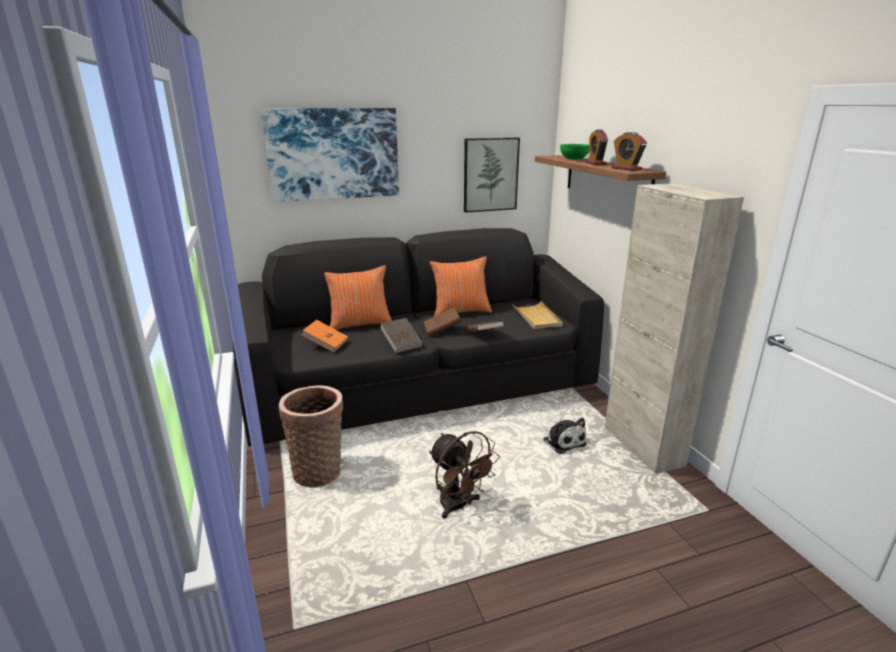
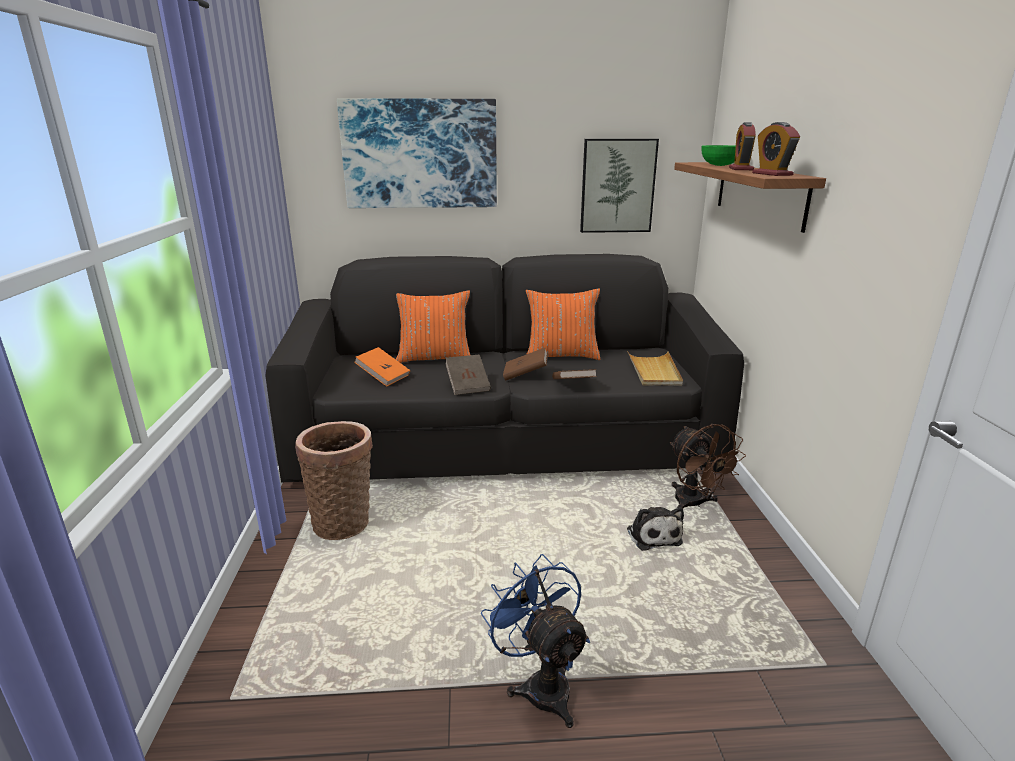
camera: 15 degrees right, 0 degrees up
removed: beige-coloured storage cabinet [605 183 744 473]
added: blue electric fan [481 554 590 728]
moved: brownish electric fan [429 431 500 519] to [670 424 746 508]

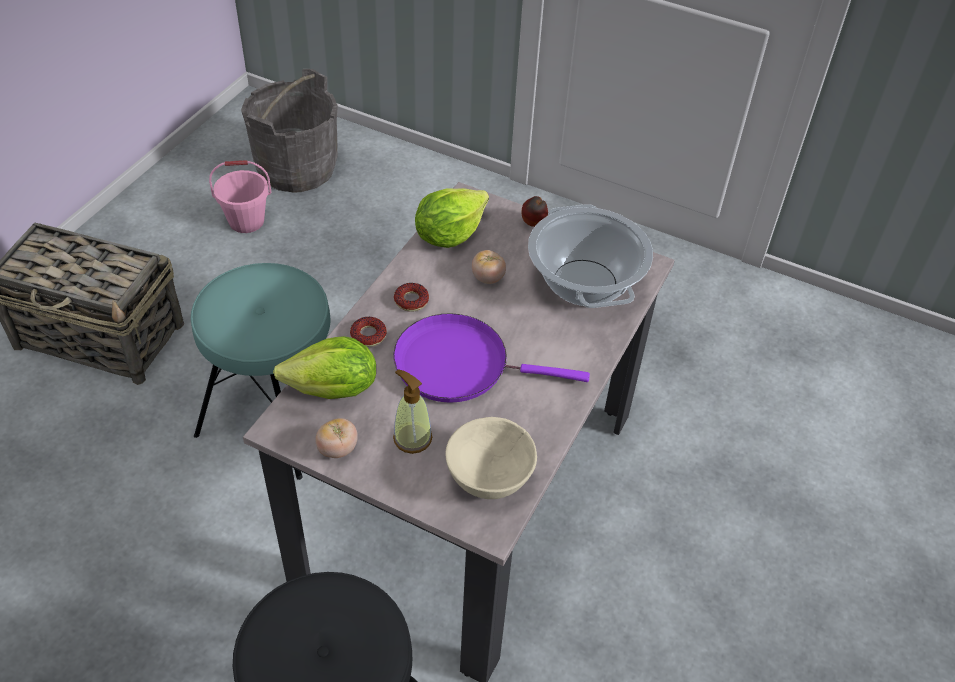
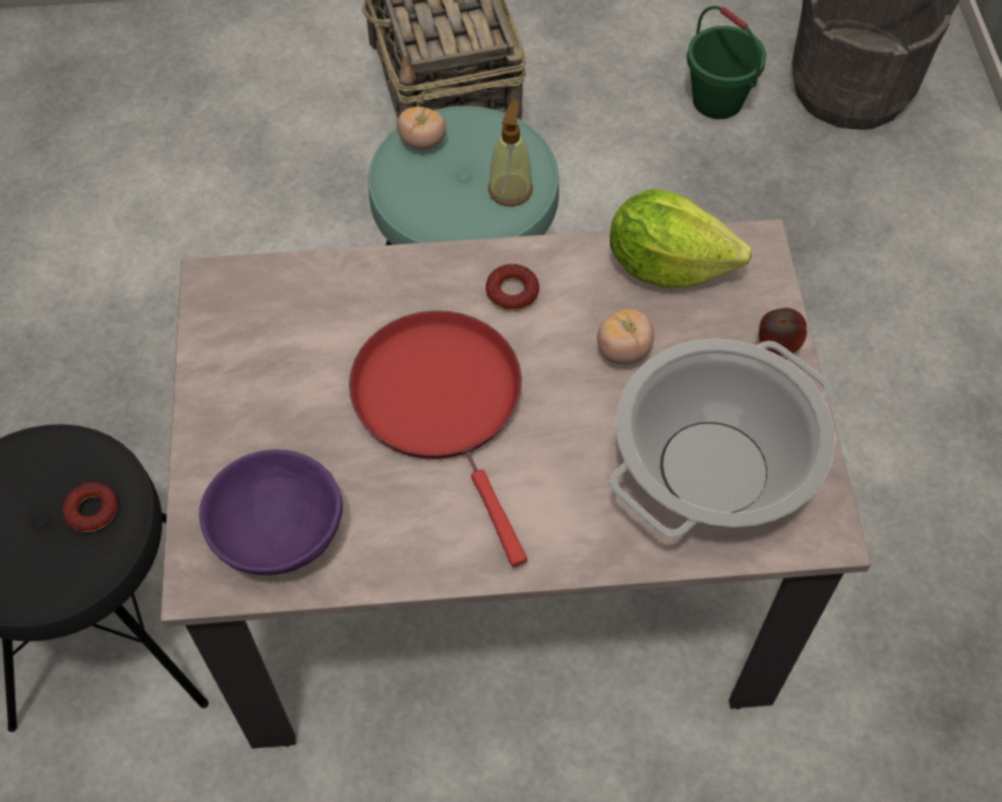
camera: 60 degrees right, 10 degrees up
removed: lettuce [273 336 376 399]
moved: ring doughnut [350 317 387 347] to [63 482 117 532]; fresh tomato [315 418 358 458] to [397 107 446 150]; soap bottle [393 369 432 454] to [488 100 533 206]
recoloured: beige-coloured bowl [445 417 537 499] to purple bowl [199 450 343 575]; purple frying pan [393 313 590 403] to reddish frying pan [349 311 527 567]; pinkish pail [209 160 271 233] to greenish pail [687 6 767 119]

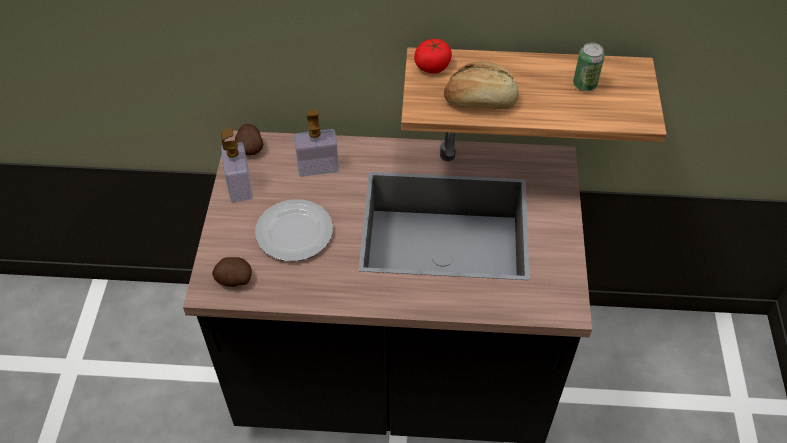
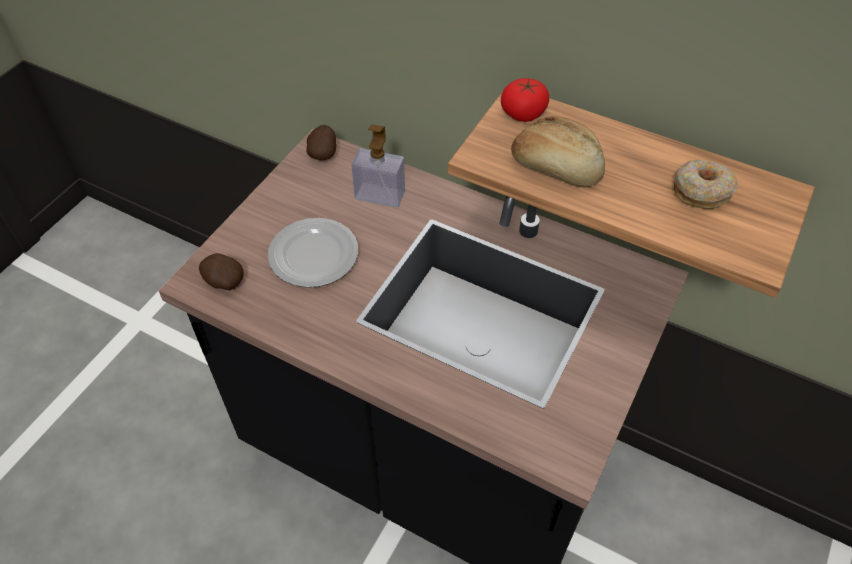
camera: 25 degrees right, 0 degrees up
removed: soap bottle [221 128 253 202]
replaced: sealed can [573 43 605 91] to ring doughnut [674 160 738 209]

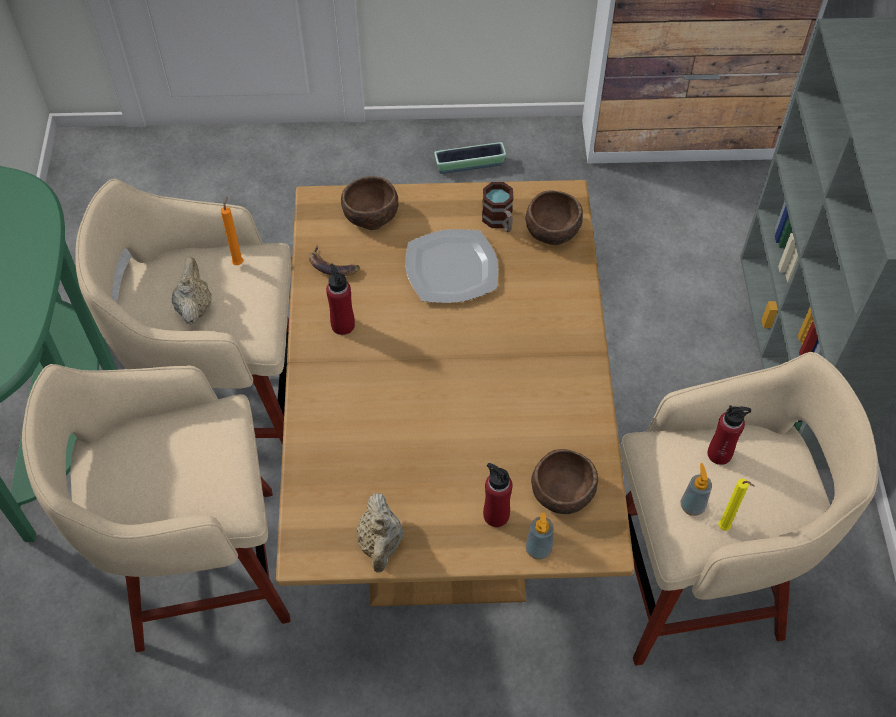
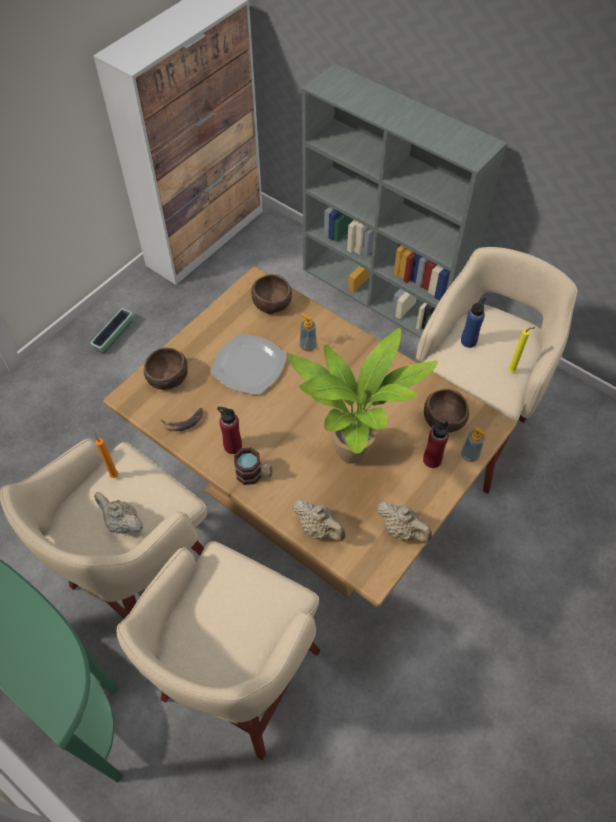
camera: 50 degrees left, 0 degrees up
added: potted plant [287 328 438 464]; beige-coloured teapot [292 500 345 541]
moved: mug [482 182 514 232] to [234 448 272 485]; soap bottle [681 463 712 516] to [300 313 317 351]
recoloured: reddish drink bottle [708 406 751 465] to blue drink bottle [461 297 486 348]

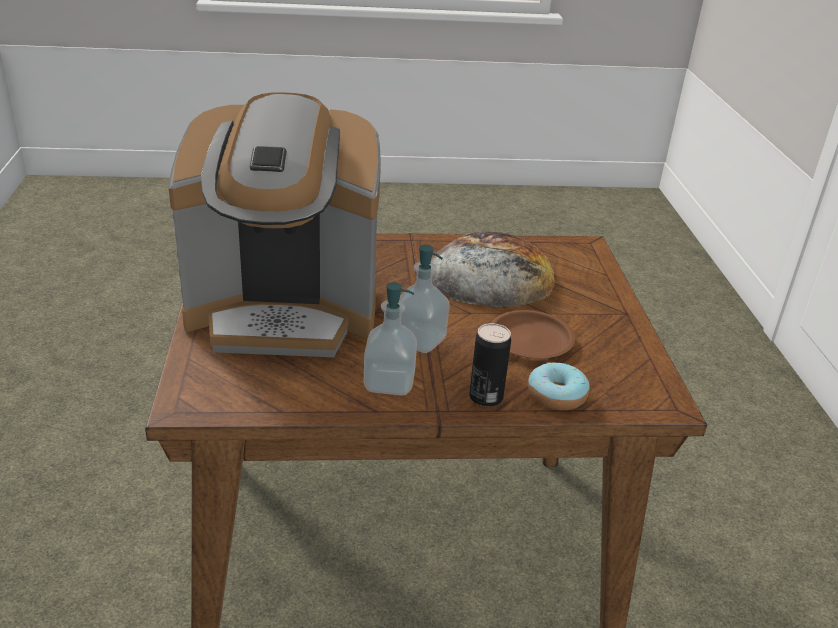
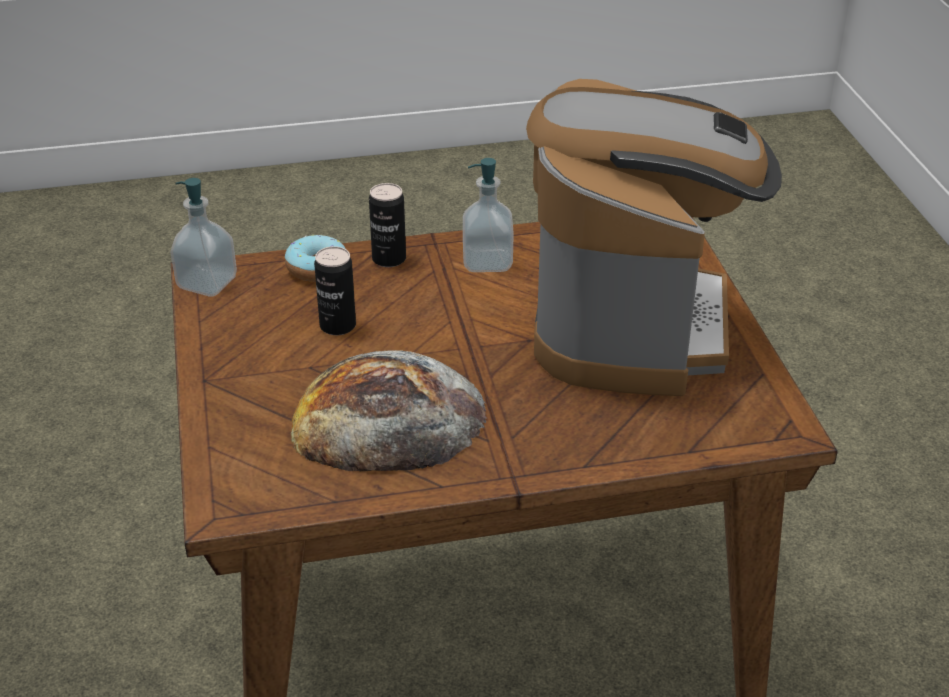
camera: 175 degrees right, 5 degrees up
moved: soap bottle [399 245 450 353] to [170 178 237 297]
replaced: brownish plate [491 310 575 358] to sealed can [314 246 356 335]
turned: coffee maker [168 92 381 357] = [526 79 782 396] 105 degrees clockwise

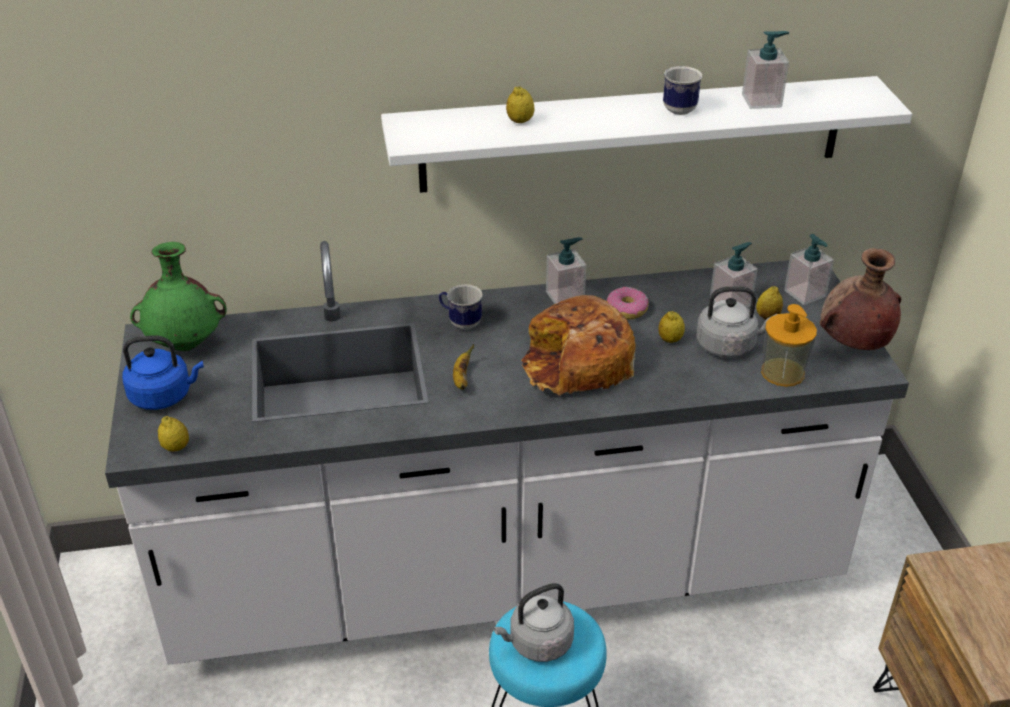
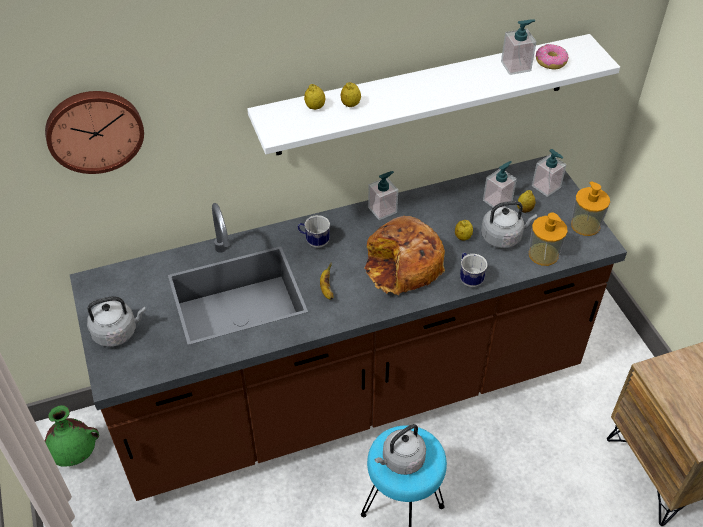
camera: 10 degrees left, 10 degrees up
added: hanging clock [45 91 144 174]
moved: greenish decorative vase [130 242 227 351] to [45 405 99 467]; lemon [158 416 189 452] to [304 84 325 110]; mug [663 66 702 115] to [460 253 487 287]; ring doughnut [607 287 649 320] to [536 44 569 70]
replaced: brownish decorative vase [820 248 901 350] to soap bottle [571 181 610 236]
recoloured: white kitchen counter [105 241 909 665] to brownish kitchen counter [70 156 627 501]; blue tea kettle [122 336 204 410] to grey tea kettle [87 296 146 347]

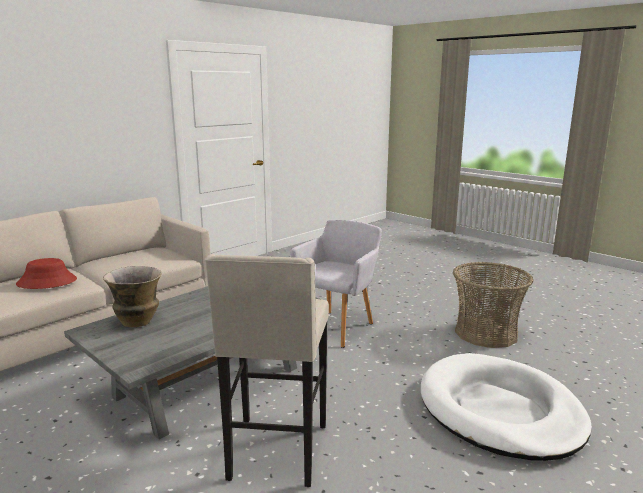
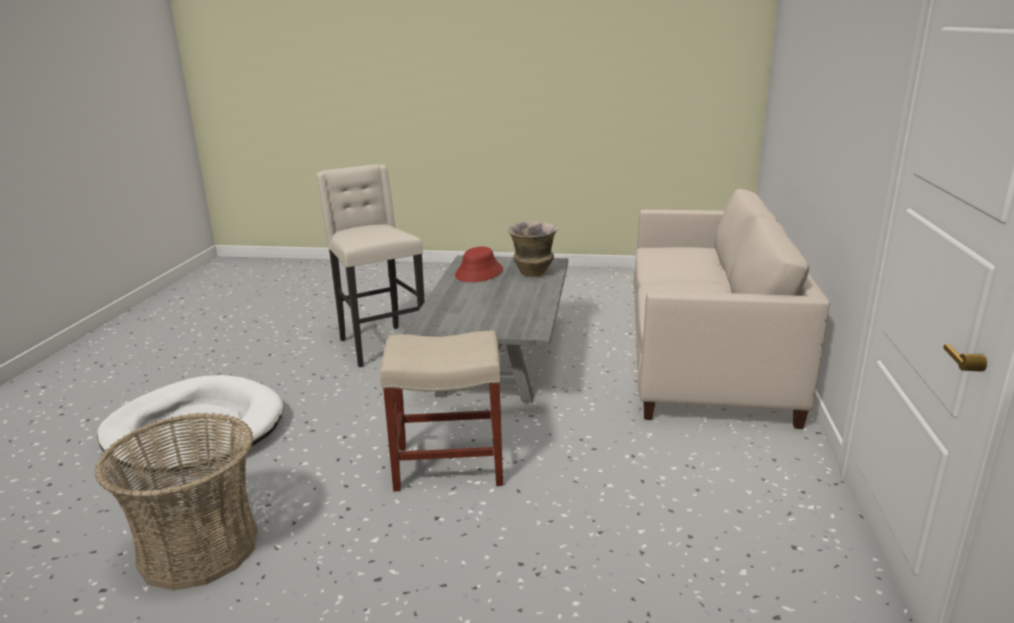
camera: 145 degrees right, 5 degrees up
moved: reddish wearable hat [16 258 77 289] to [455 246 503 282]
replaced: grey lounge chair [290 220 382 348] to beige-coloured sitting stool [380 331 503 491]

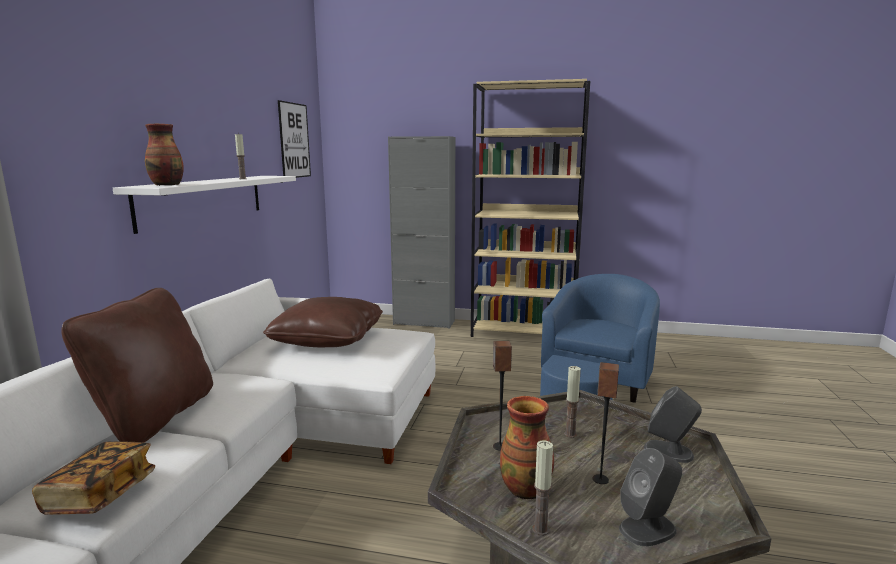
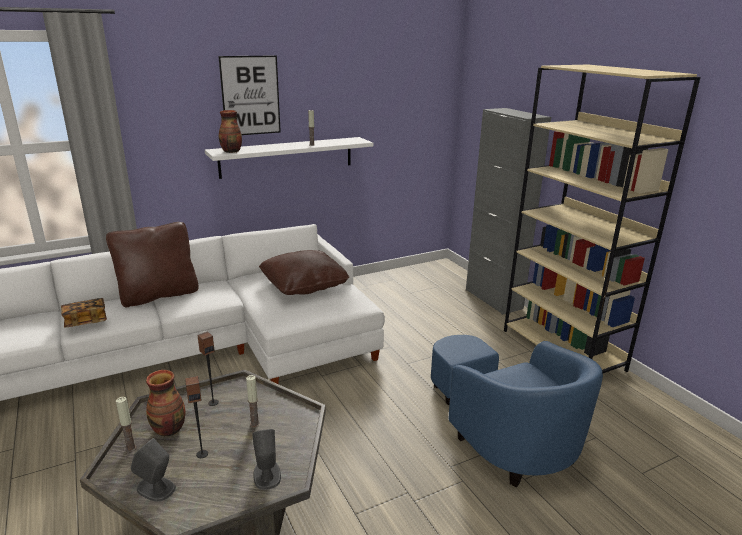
camera: 50 degrees right, 10 degrees up
moved: wall art [278 100 311 178] to [218 56 281 135]
turned: blue lounge chair [540 274 660 403] = [431 335 603 487] 75 degrees clockwise

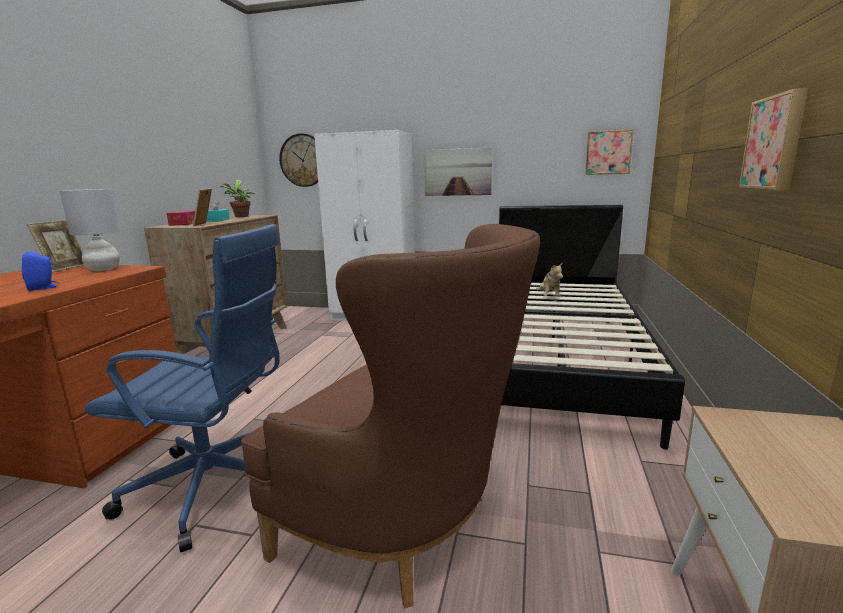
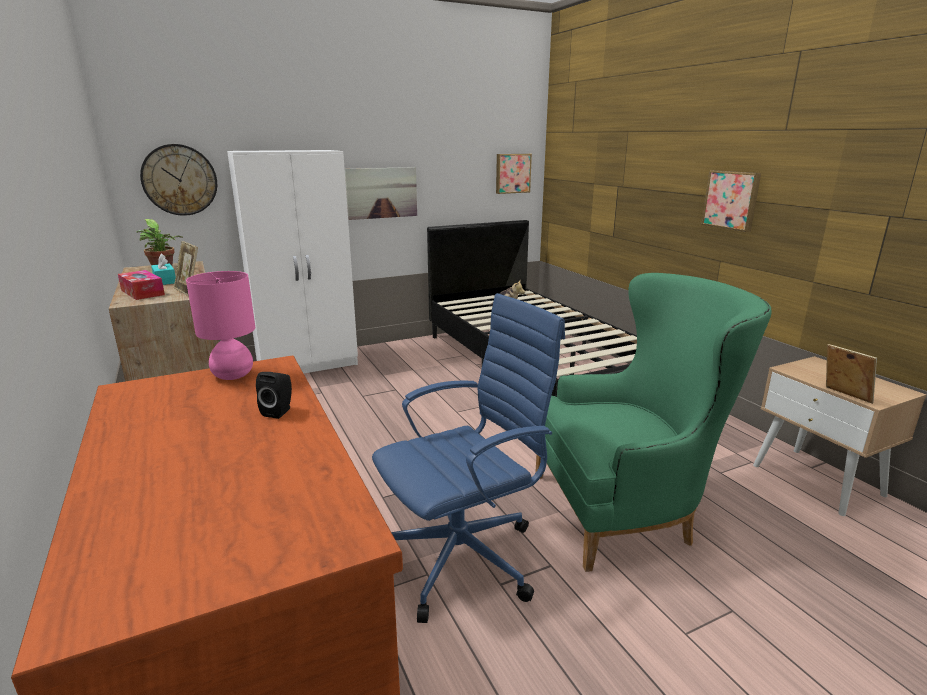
camera: 40 degrees left, 5 degrees up
moved: standing frame [27 220 85 272] to [826 344 877 404]
recoloured: grey table lamp [60 189 121 271] to pinkish table lamp [186 271 255 380]; blue loudspeaker [22 252 59 291] to blackish loudspeaker [256 372 292 419]; brownish lounge chair [240 224 540 608] to greenish lounge chair [535 273 772 572]

